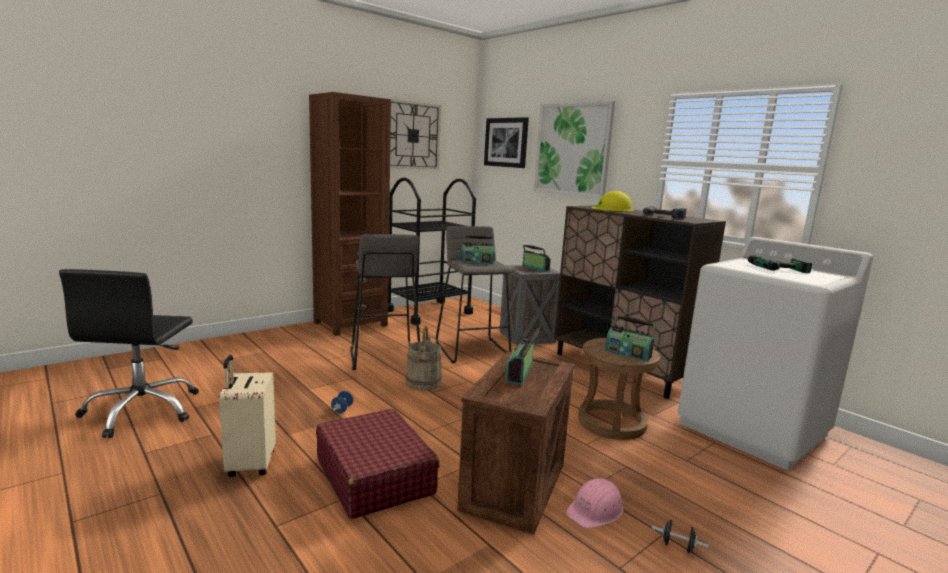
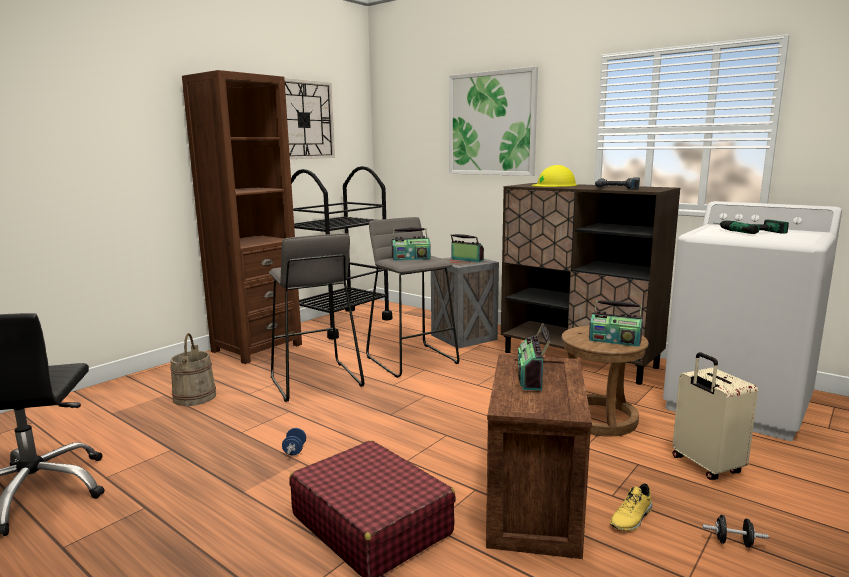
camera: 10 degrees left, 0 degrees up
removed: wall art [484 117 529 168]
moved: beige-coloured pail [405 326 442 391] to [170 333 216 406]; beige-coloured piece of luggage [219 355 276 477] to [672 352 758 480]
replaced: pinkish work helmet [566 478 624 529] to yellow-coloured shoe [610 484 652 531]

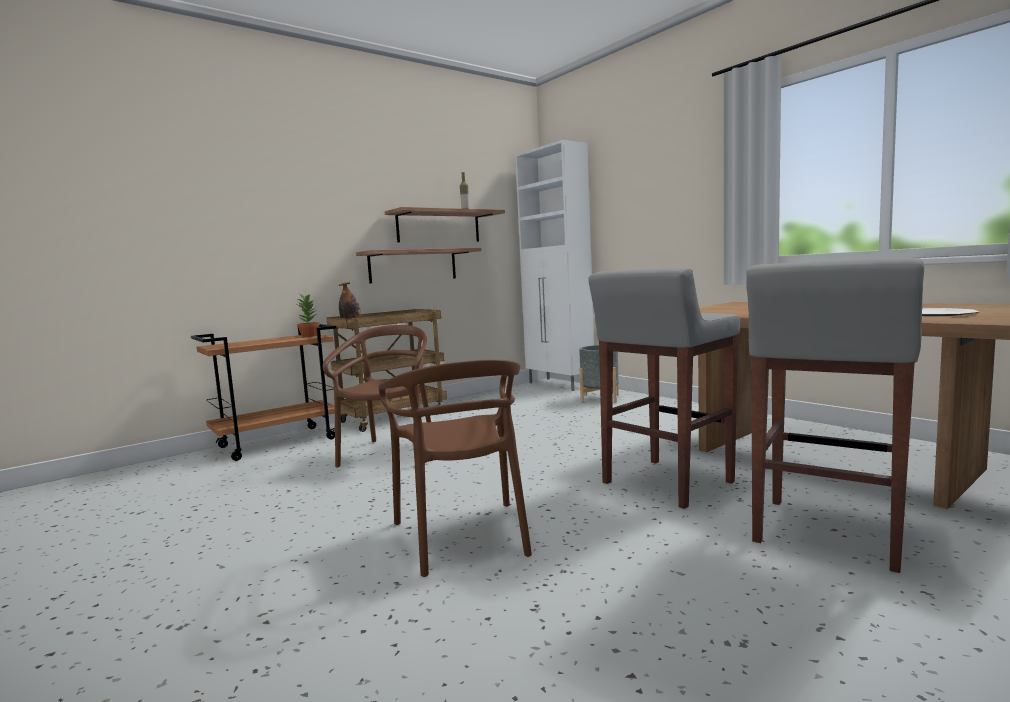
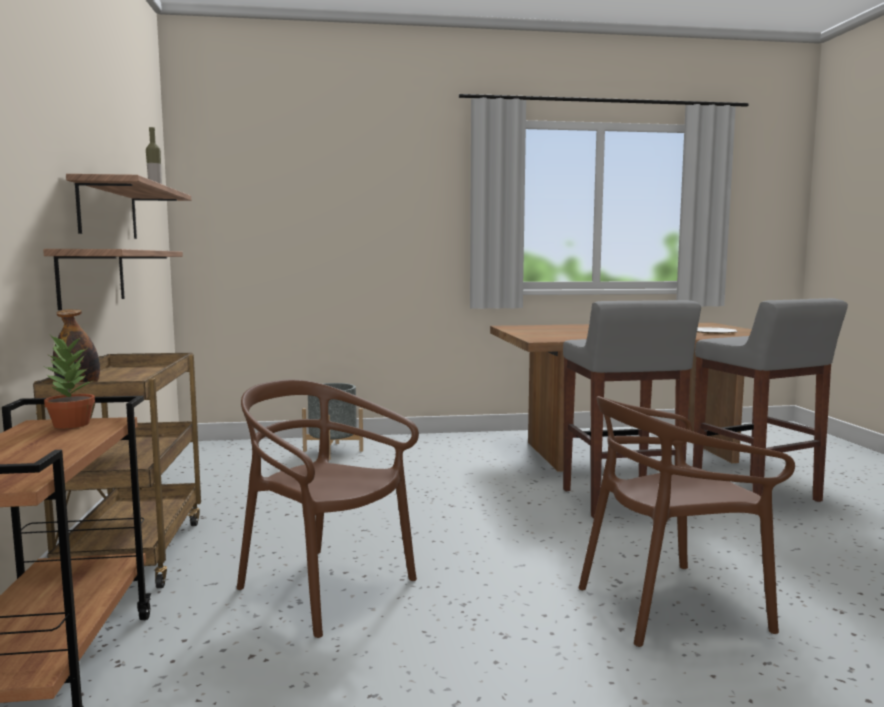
camera: 60 degrees left, 0 degrees up
removed: white storage cabinet [515 140 594 391]
turned: brownish upright chair [378 360 532 577] = [579 396 795 647] 150 degrees clockwise

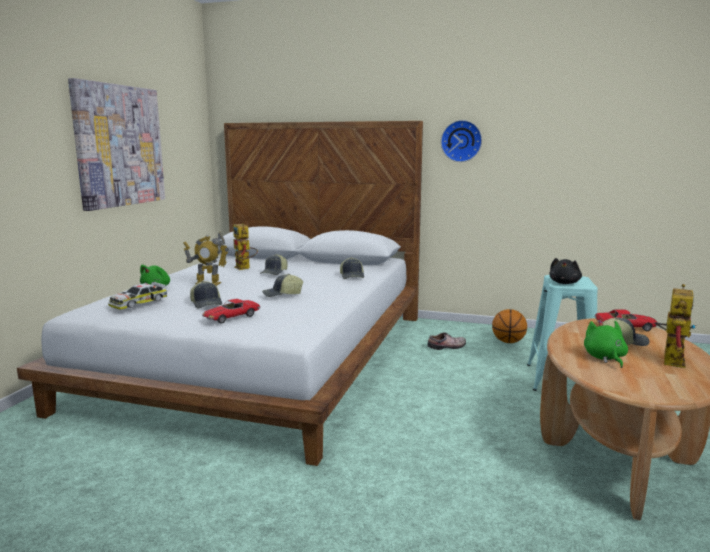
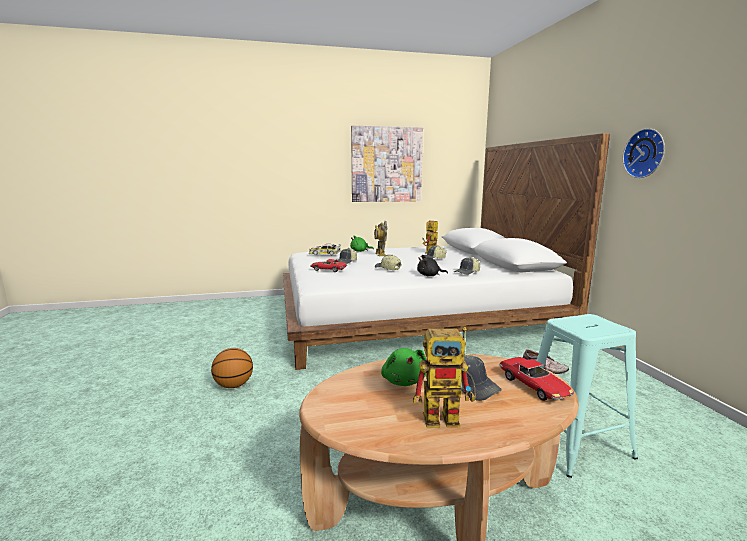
camera: 60 degrees right, 0 degrees up
moved: ball for basketball [492 309 527 343] to [211 348 253 388]; blackish plush toy [549 258 582 284] to [417 255 448 276]
turned: greenish plush toy [584 320 628 368] = [381 348 426 386] 105 degrees clockwise

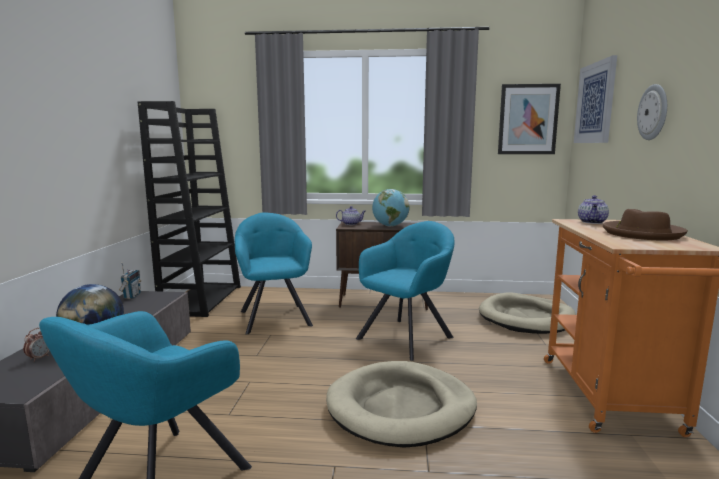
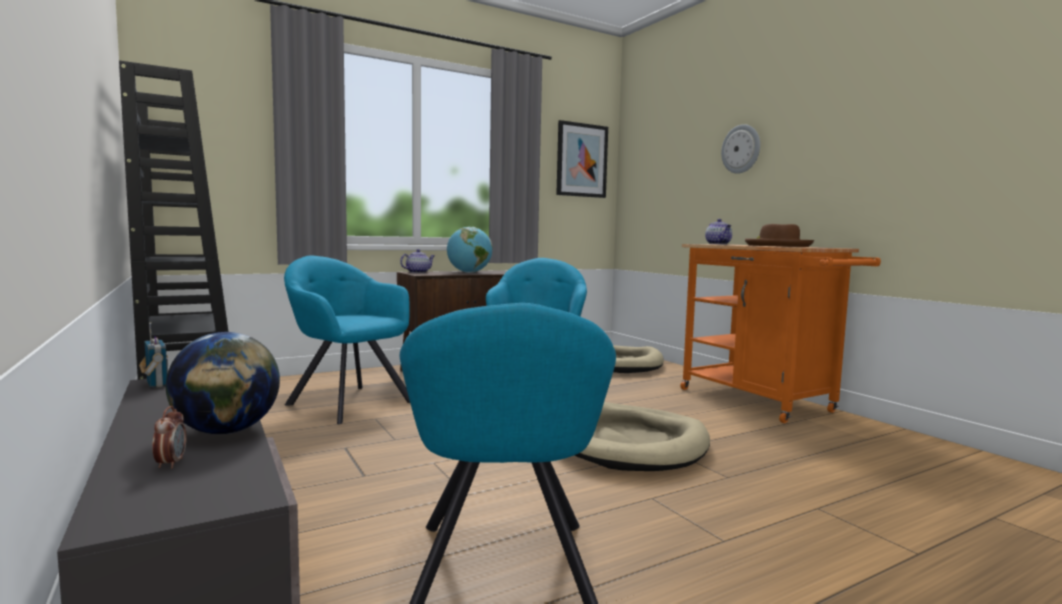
camera: 35 degrees left, 5 degrees down
removed: wall art [574 55 617 143]

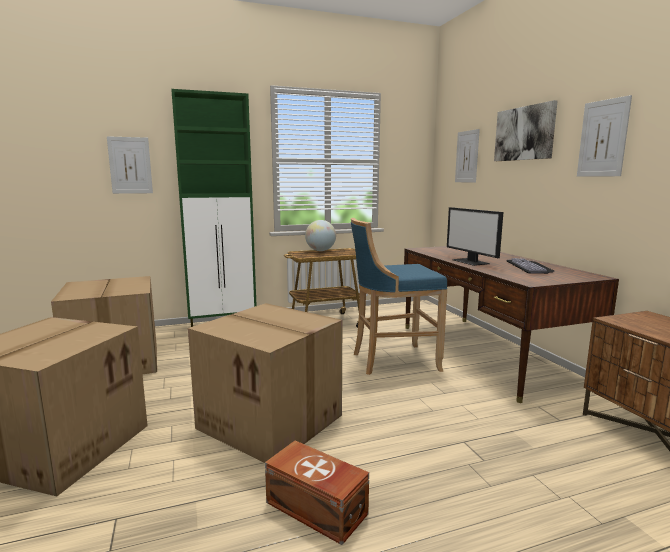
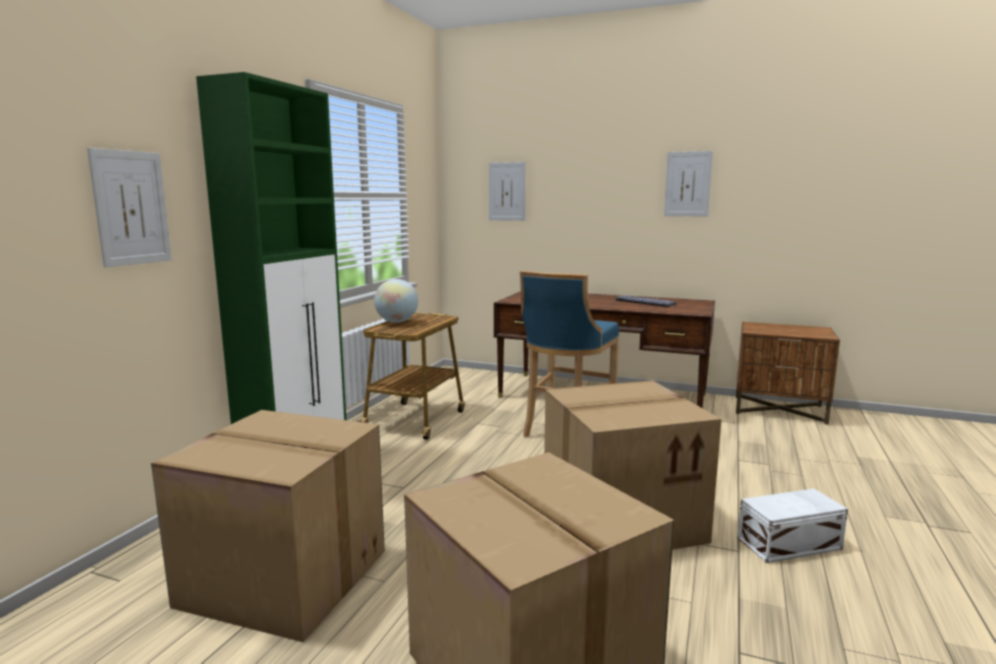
camera: 50 degrees left, 0 degrees up
removed: computer screen [447 207 503 266]; wall art [494 100 557 161]
recoloured: brownish storage bin [265 440 369 545] to white storage bin [737 489 848 563]

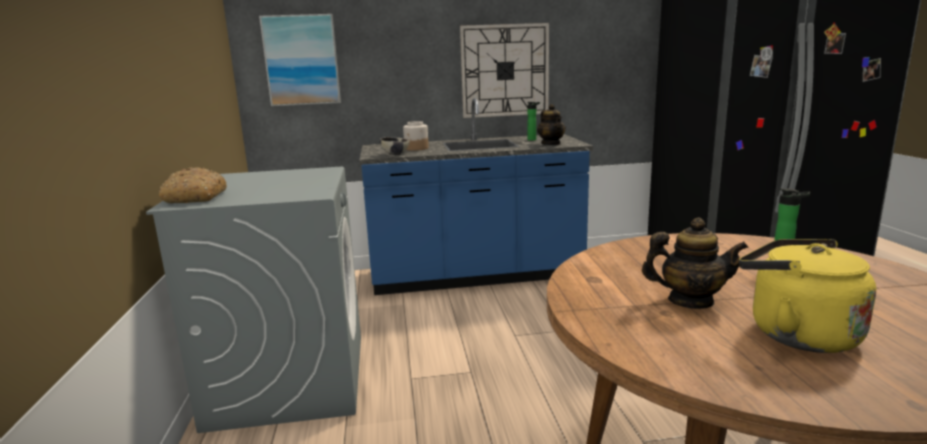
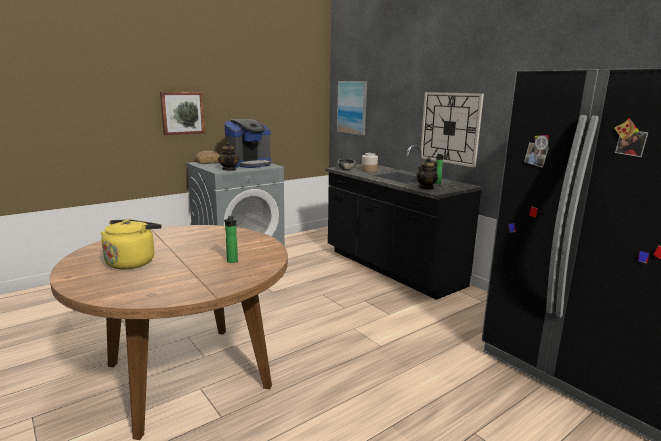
camera: 60 degrees right, 0 degrees up
added: wall art [160 92 205 135]; coffee maker [224 119 271 168]
moved: teapot [642 218 748 309] to [218 142 239 171]
recoloured: blue kitchen counter [360 98 593 295] to blackish kitchen counter [325 145 483 300]

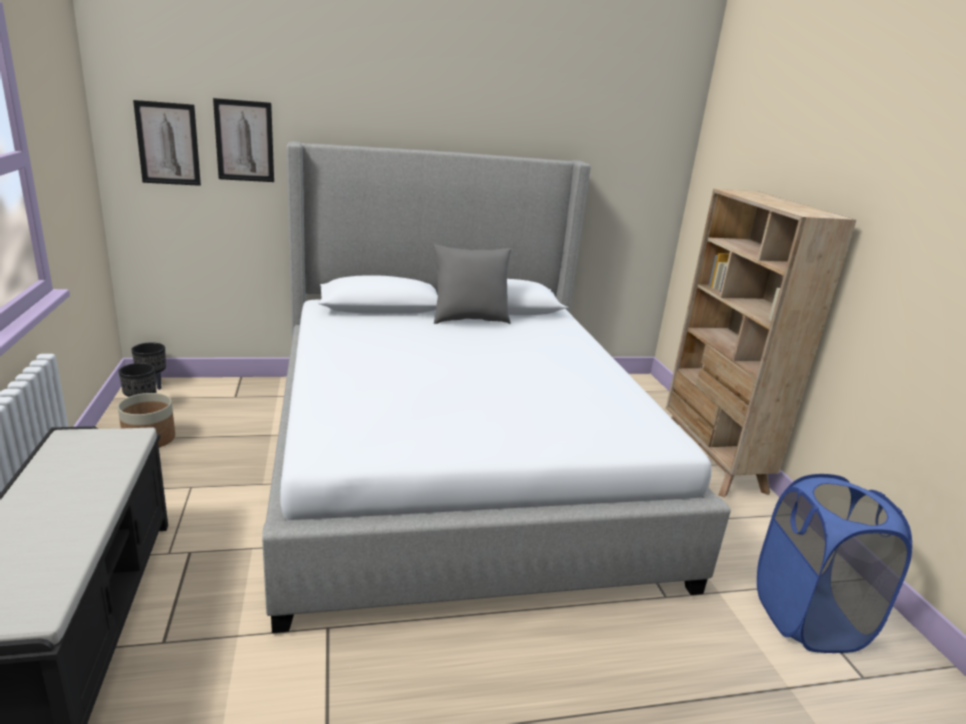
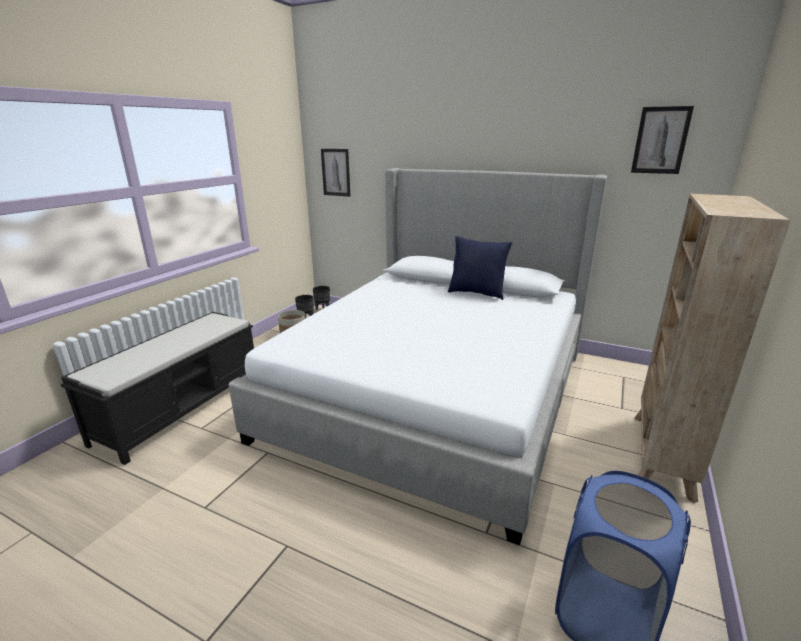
camera: 40 degrees right, 0 degrees up
moved: wall art [213 98 274 182] to [631 106 694 174]
recoloured: grey throw pillow [433 244 511 324] to blue throw pillow [448 236 512 300]

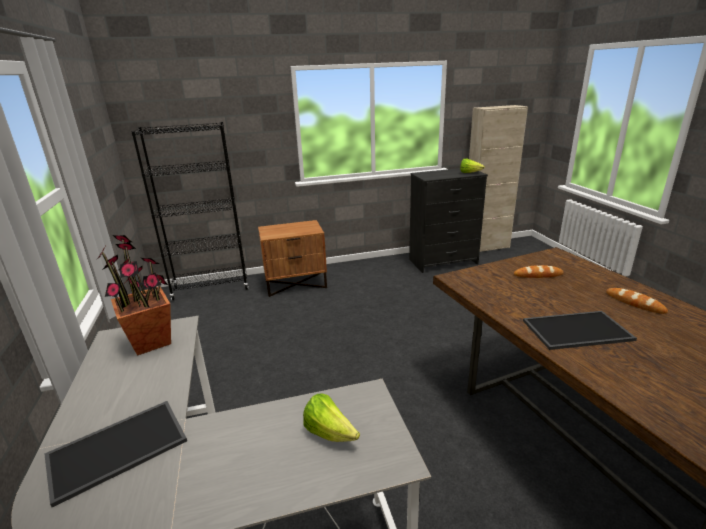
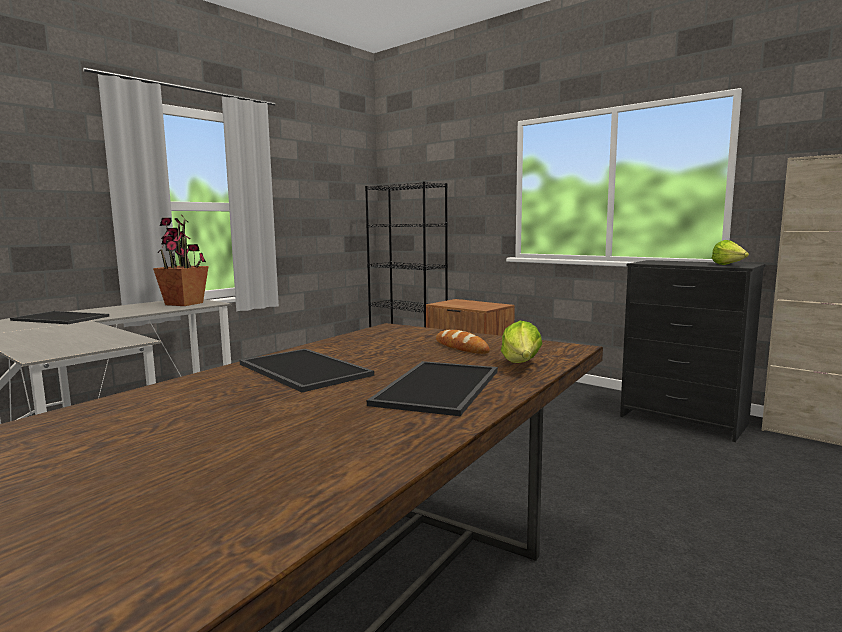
camera: 55 degrees right, 15 degrees down
moved: lettuce [303 394 360 442] to [501 321 542 363]
replaced: bread [606 288 668 314] to tray [367 361 498 416]

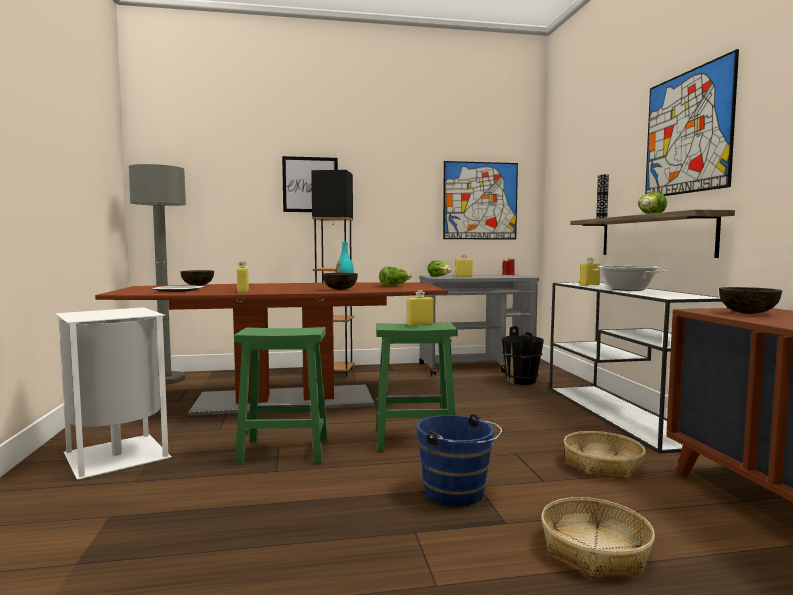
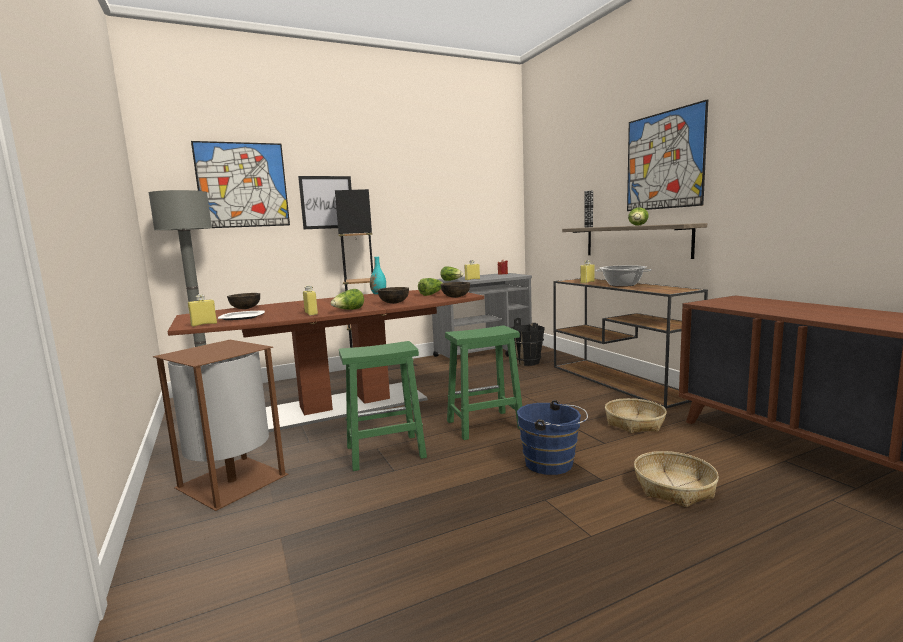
camera: 15 degrees left, 5 degrees up
added: lettuce [331 289 364 310]
moved: yellow-coloured drink bottle [407 291 433 326] to [188 294 217 327]; wall art [443 161 518 239] to [191 141 290 228]; brownish bowl [719 287 782 314] to [440 282 470 298]
recoloured: white rubbish bin [55 307 172 480] to brownish rubbish bin [153 340 288 511]; white narrow table [550 282 728 454] to brownish narrow table [554 278 708 409]

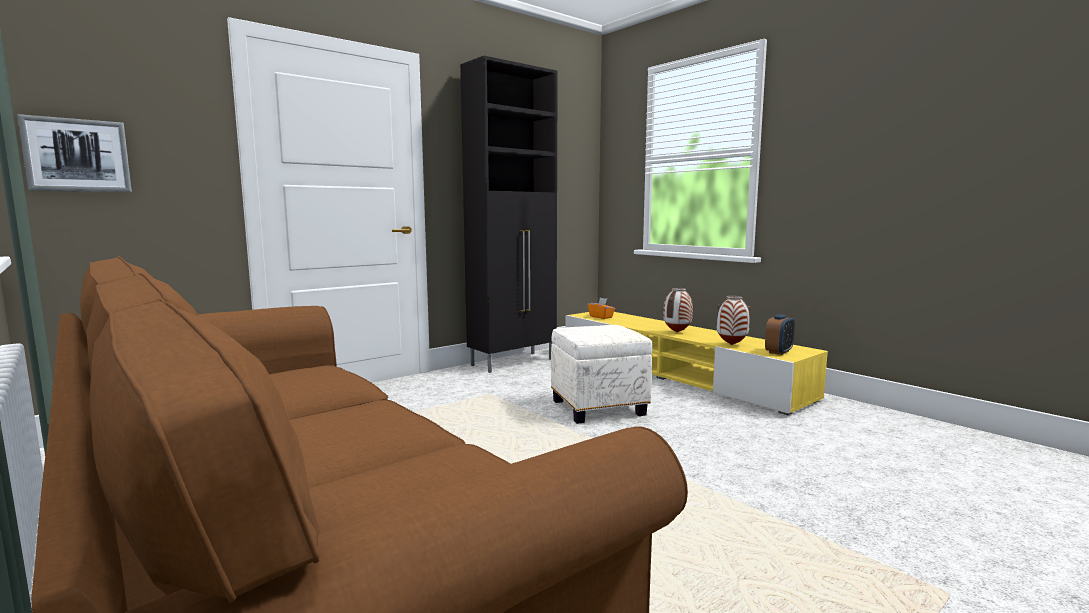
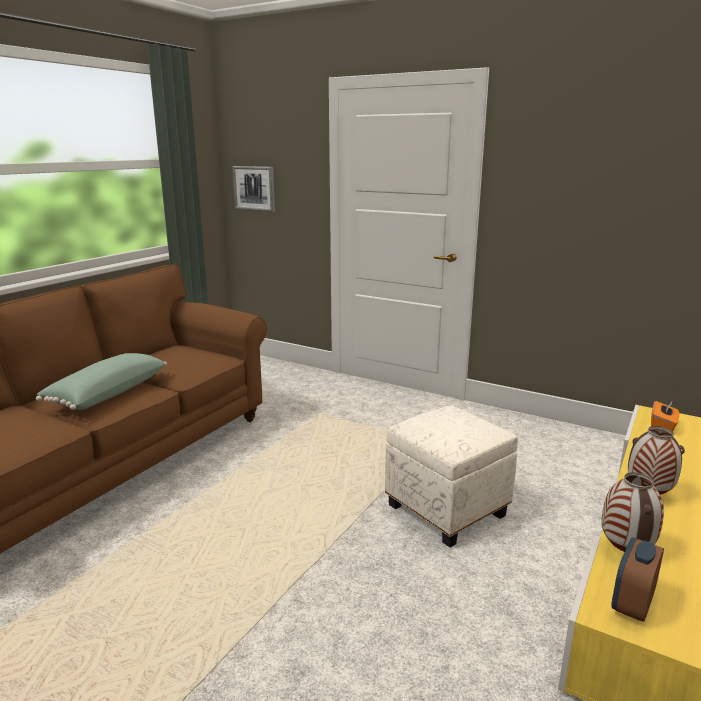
camera: 70 degrees right, 10 degrees up
removed: blackish storage cabinet [460 56 558 373]
added: greenish throw pillow [36 353 167 410]
turned: alarm clock [765 314 795 355] = [611 538 664 622] 105 degrees clockwise

